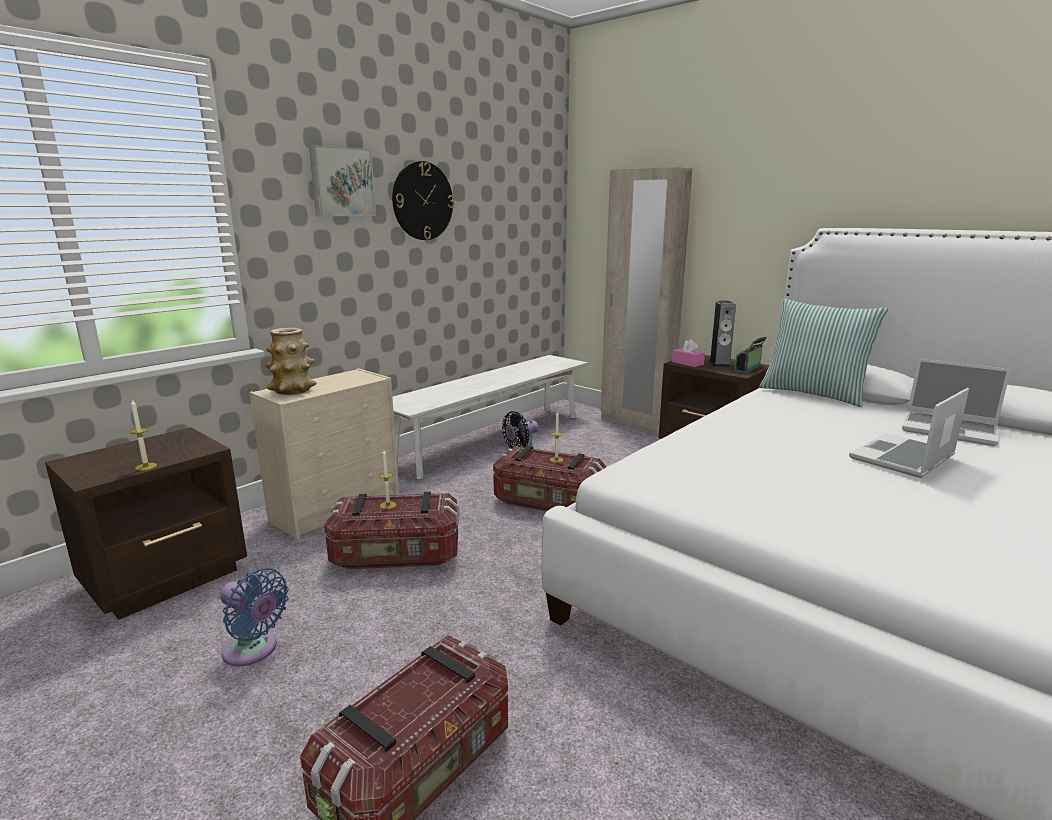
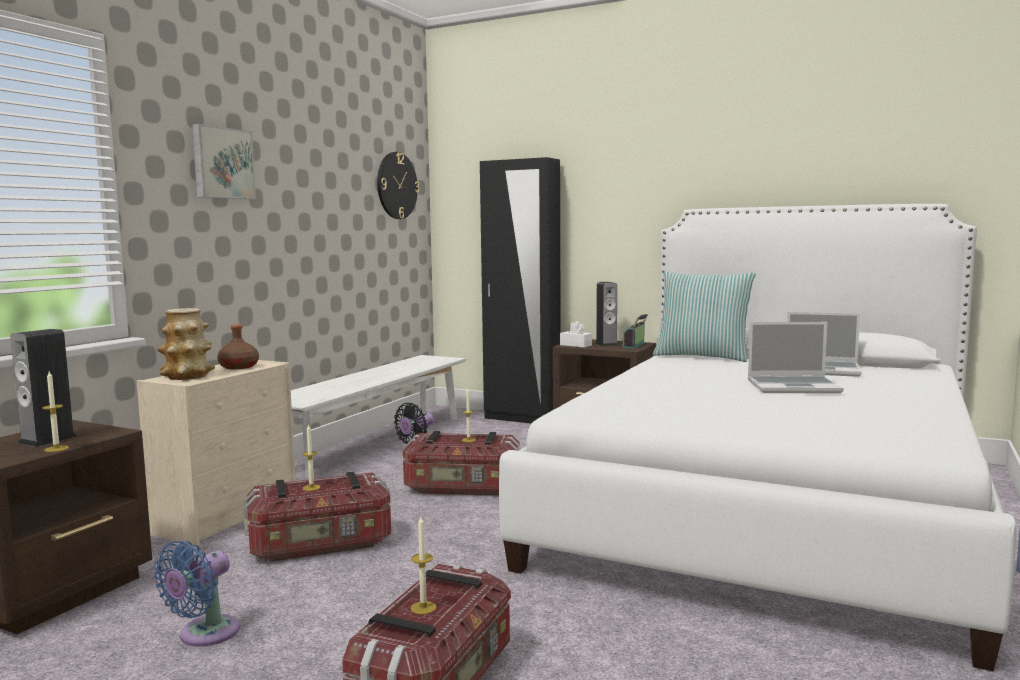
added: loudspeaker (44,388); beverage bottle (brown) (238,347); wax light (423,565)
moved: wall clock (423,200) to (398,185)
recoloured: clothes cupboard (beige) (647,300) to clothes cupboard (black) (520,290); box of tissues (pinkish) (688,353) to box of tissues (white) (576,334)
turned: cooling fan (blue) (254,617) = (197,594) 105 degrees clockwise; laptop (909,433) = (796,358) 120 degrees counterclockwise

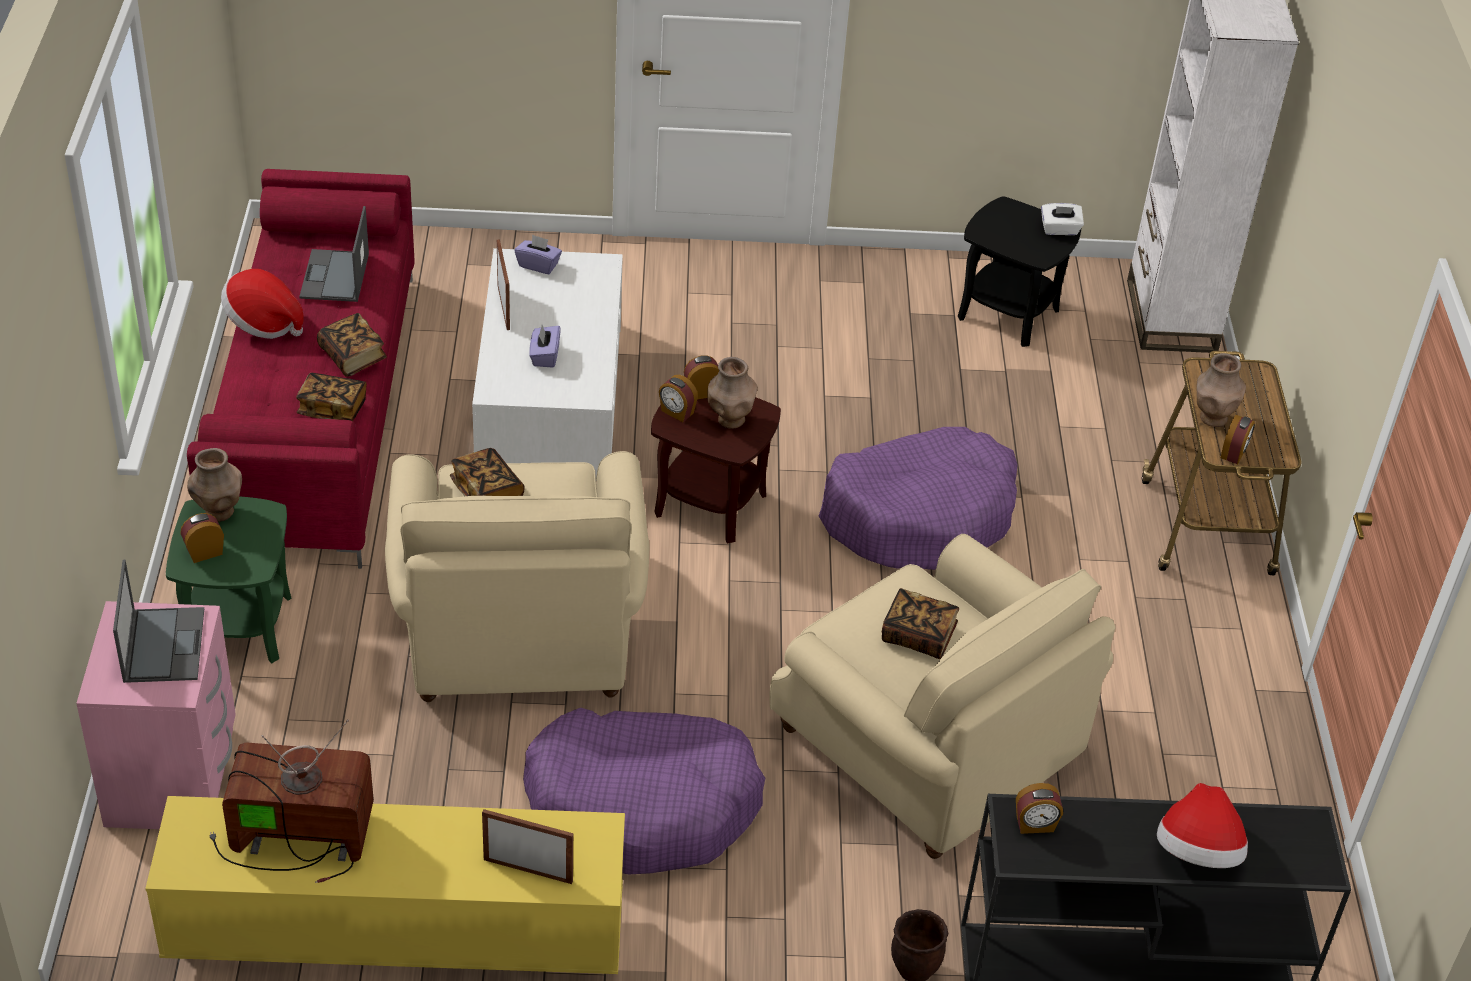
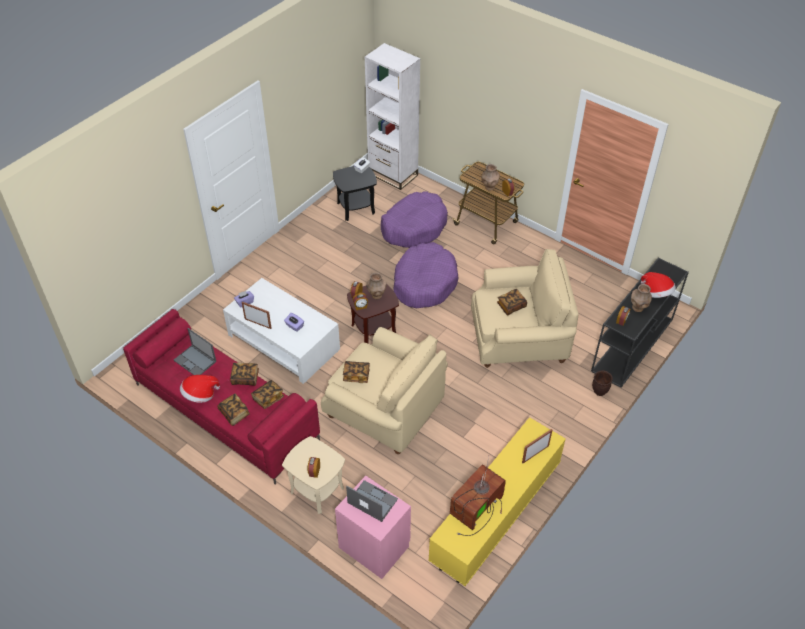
added: bound book (234,409)
moved: decorative vase (brown) (214,485) to (641,298); dog bed (purplish) (644,791) to (414,219)
recoloured: end table (green) (229,579) to end table (beige) (313,475)

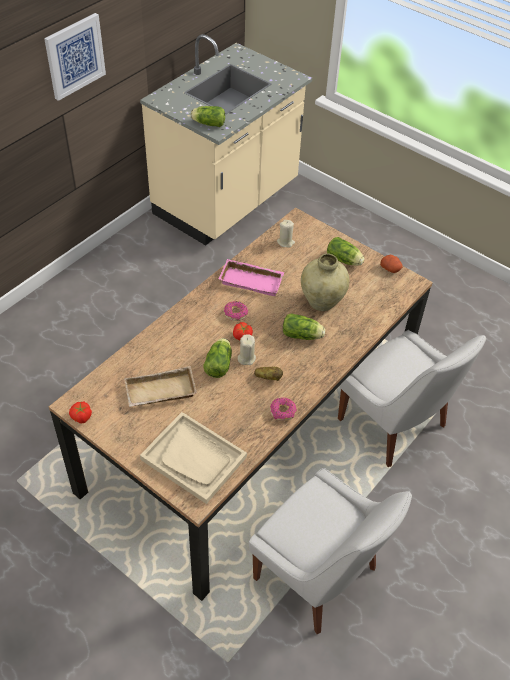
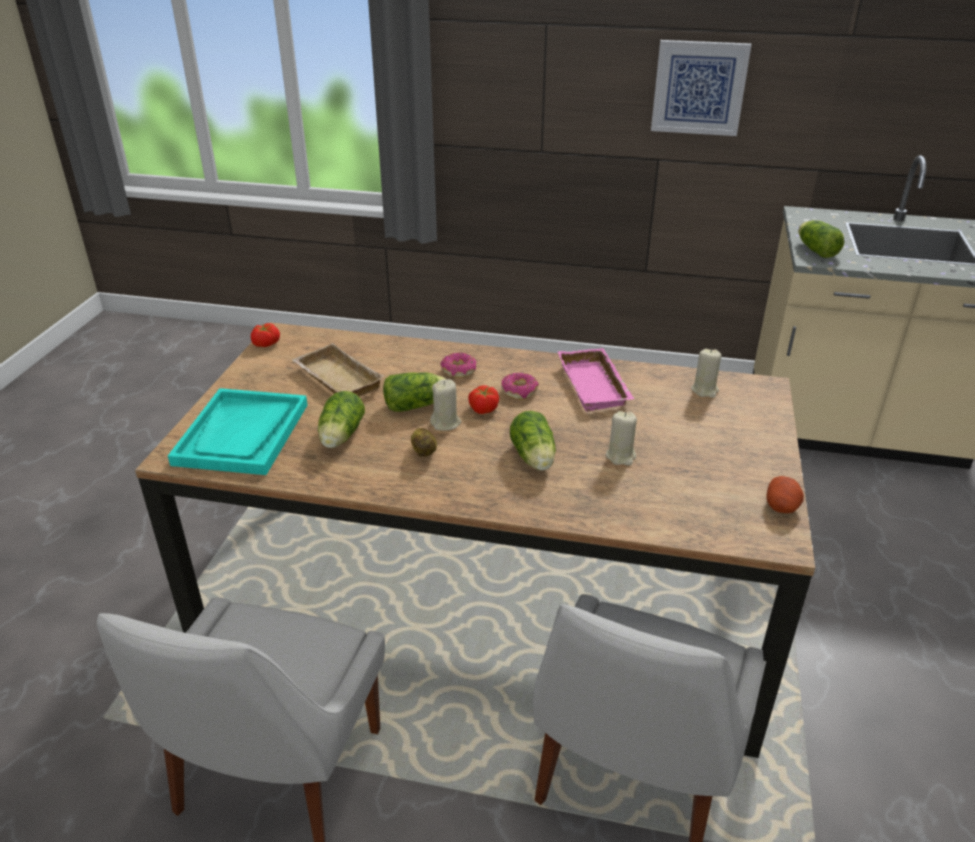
moved: ring doughnut (283,409) to (458,365); lettuce (345,251) to (341,419)
replaced: decorative vase (beige) (325,282) to wax light (beige) (621,438)
recoloured: serving tray (beige) (193,458) to serving tray (blue-green) (238,431)

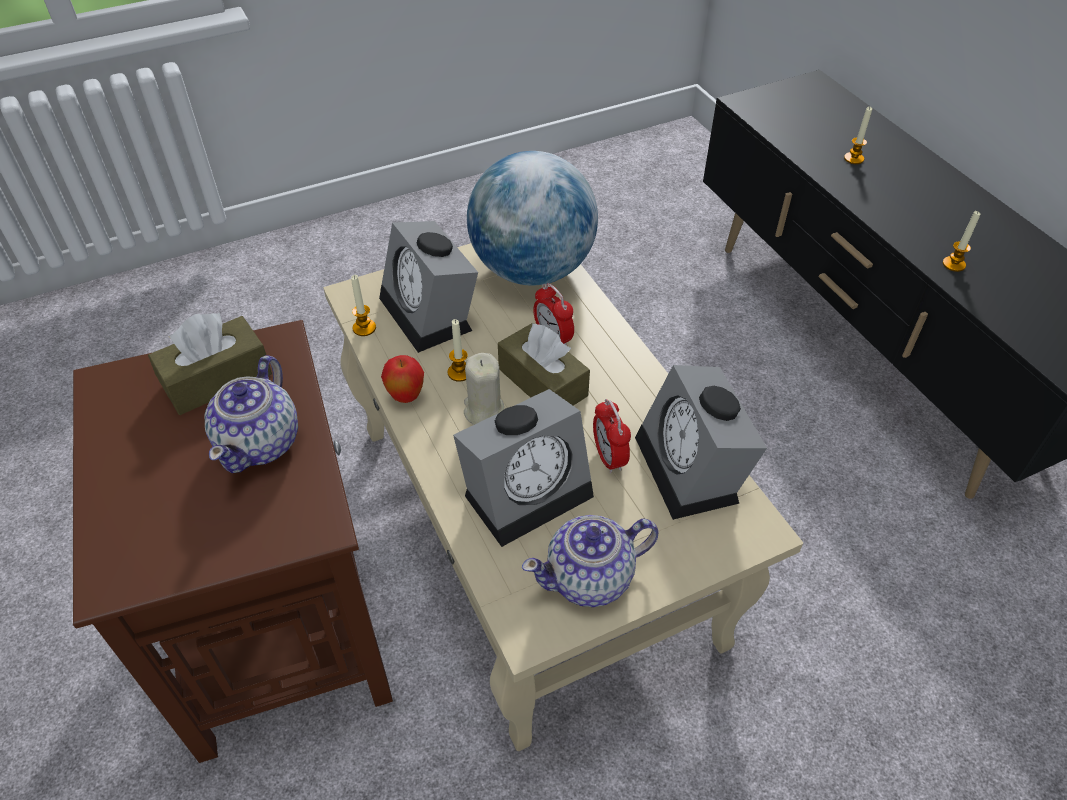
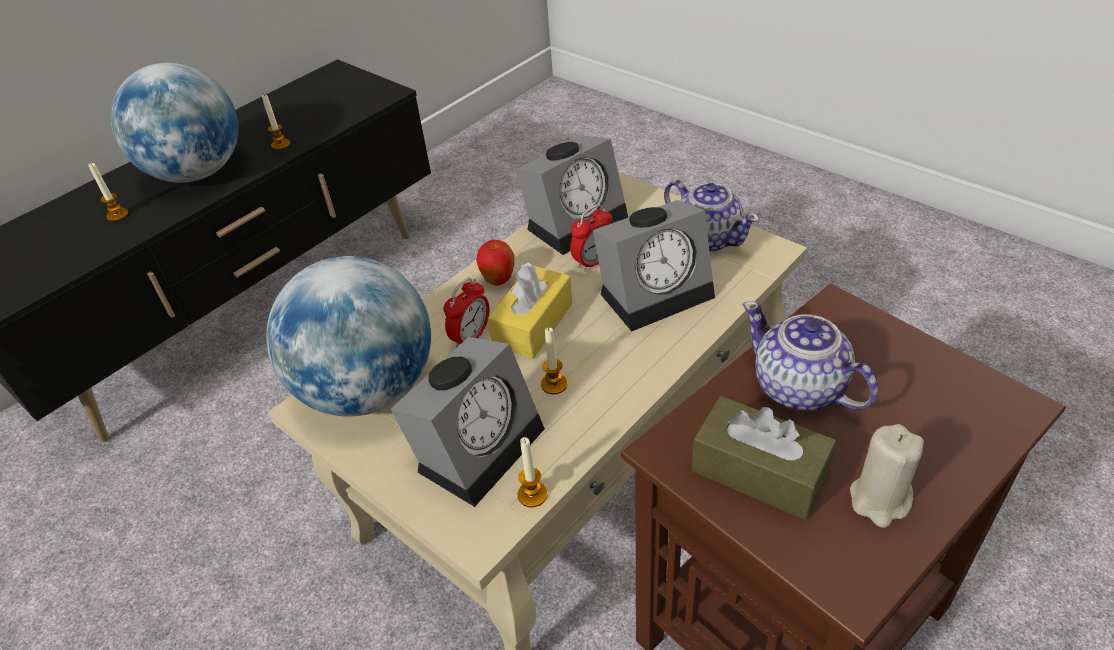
added: desk globe (174,122)
moved: whole apple (402,379) to (495,263); wax light (beige) (484,389) to (887,476)
recoloured: box of tissues (brown) (544,364) to box of tissues (yellowish) (530,310)
turned: pot for tea (251,414) = (810,355) 120 degrees counterclockwise; alarm clock (523,468) = (654,265) 120 degrees clockwise

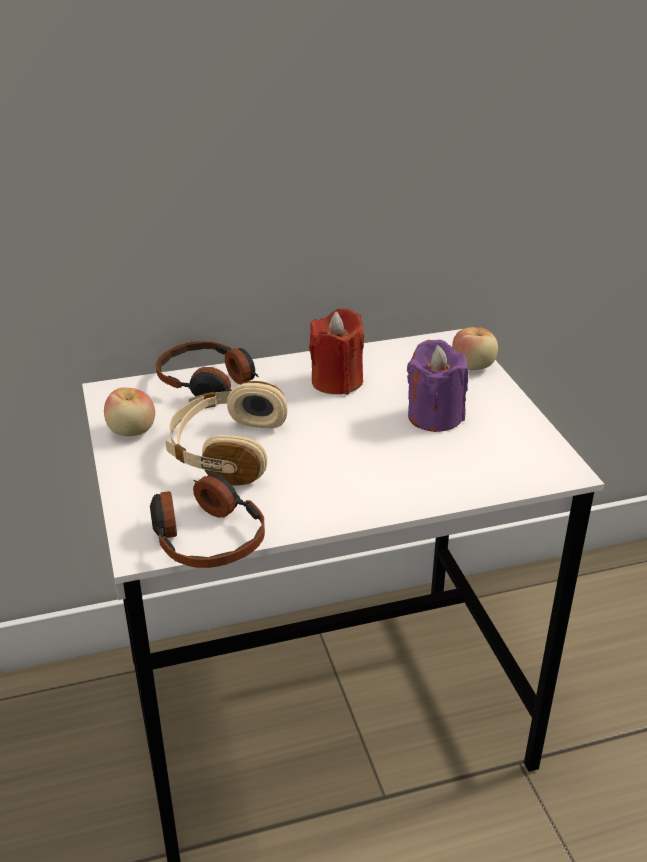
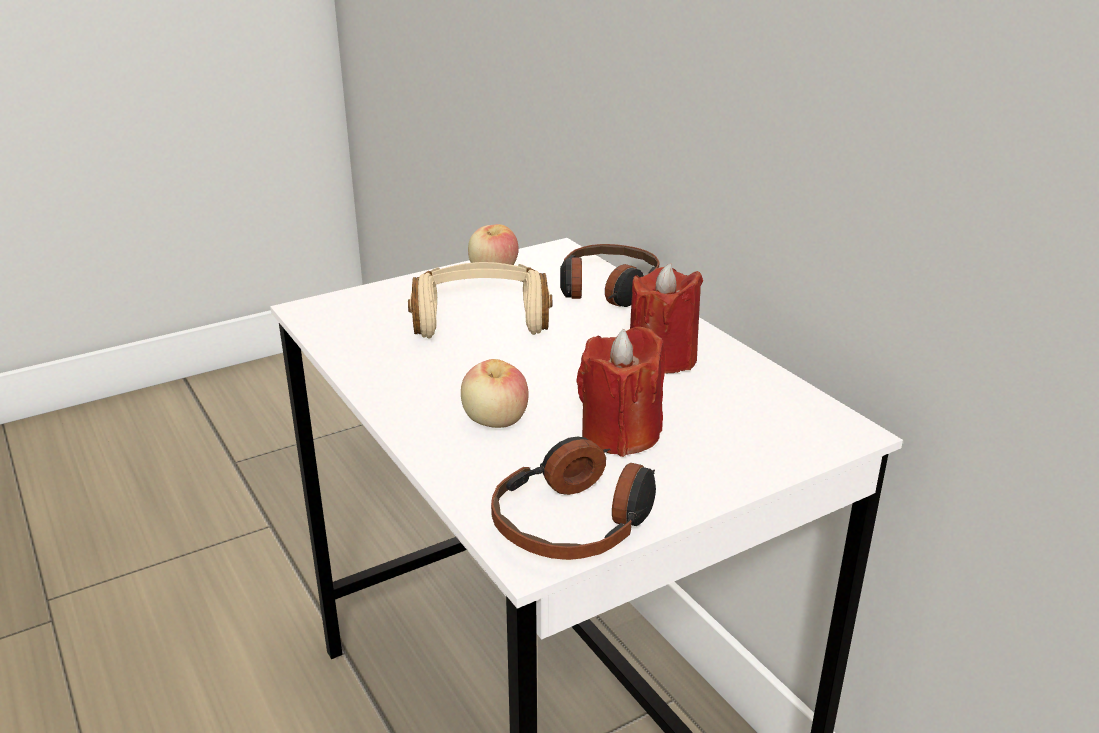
moved: headset (207,521) to (573,498); whole apple (475,348) to (495,393)
recoloured: wax light (purplish) (438,386) to wax light (red) (620,392)

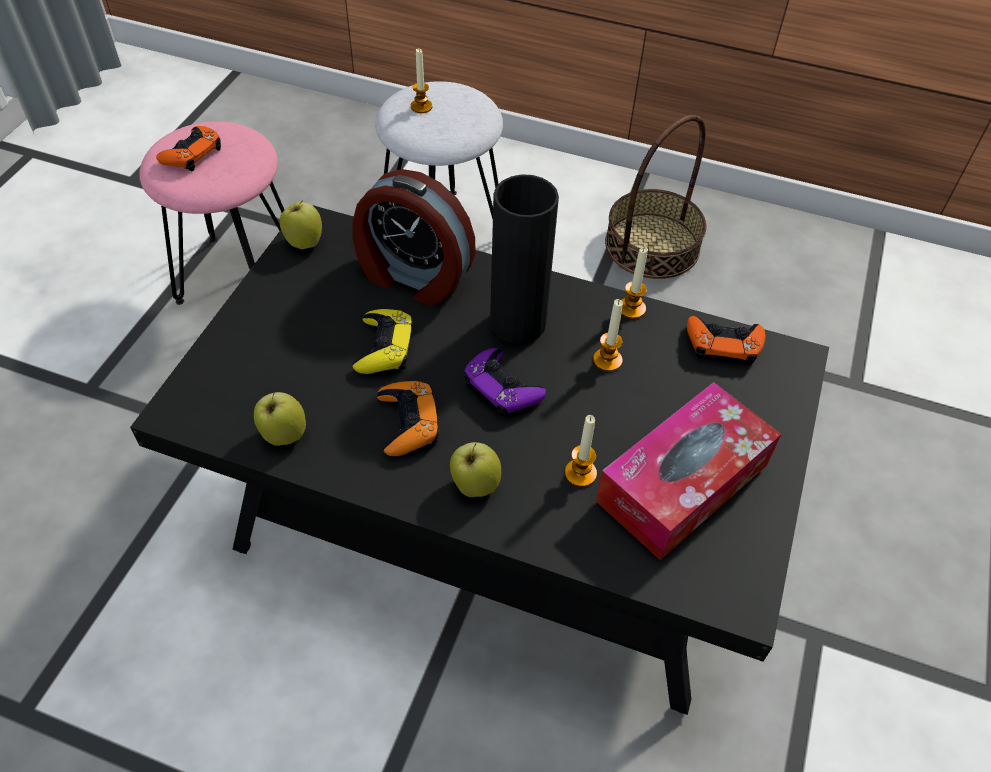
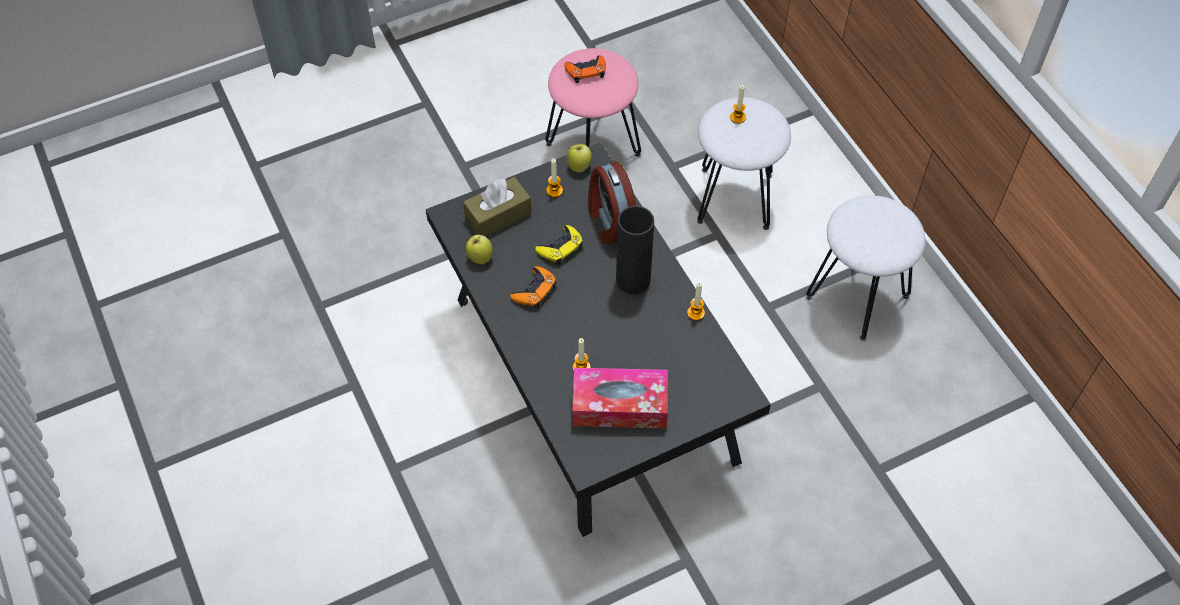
removed: whole apple (475,469); gamepad (purplish) (505,382); gamepad (orangey) (726,341)
added: box of tissues (brown) (497,206)
moved: wax light (608,335) to (554,177)
replaced: household basket (656,197) to stool (white) (865,268)

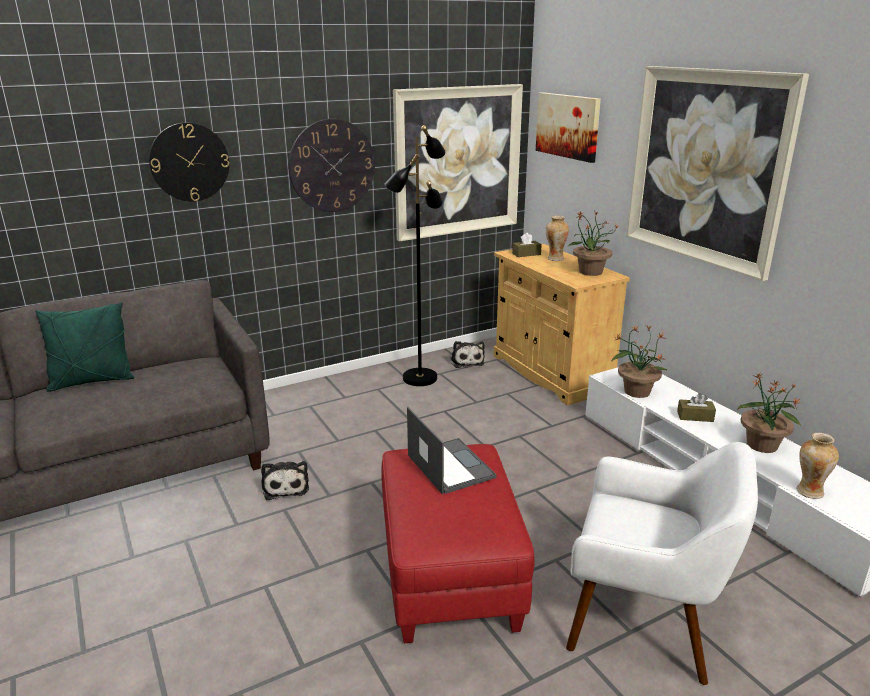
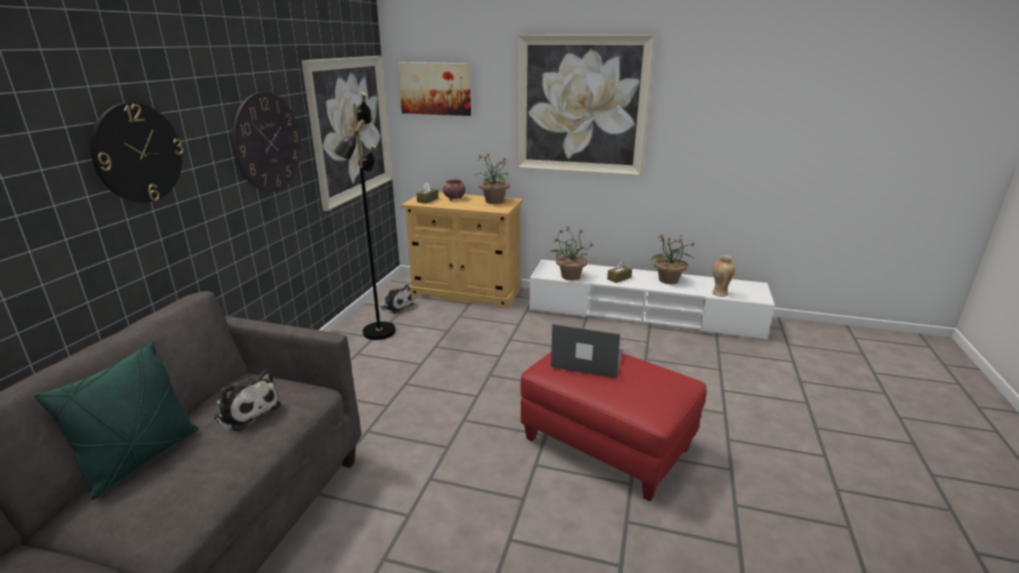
removed: easy chair (white) (662,563)
moved: plush toy (285,480) to (247,400)
replaced: decorative vase (557,238) to deep dish (454,190)

